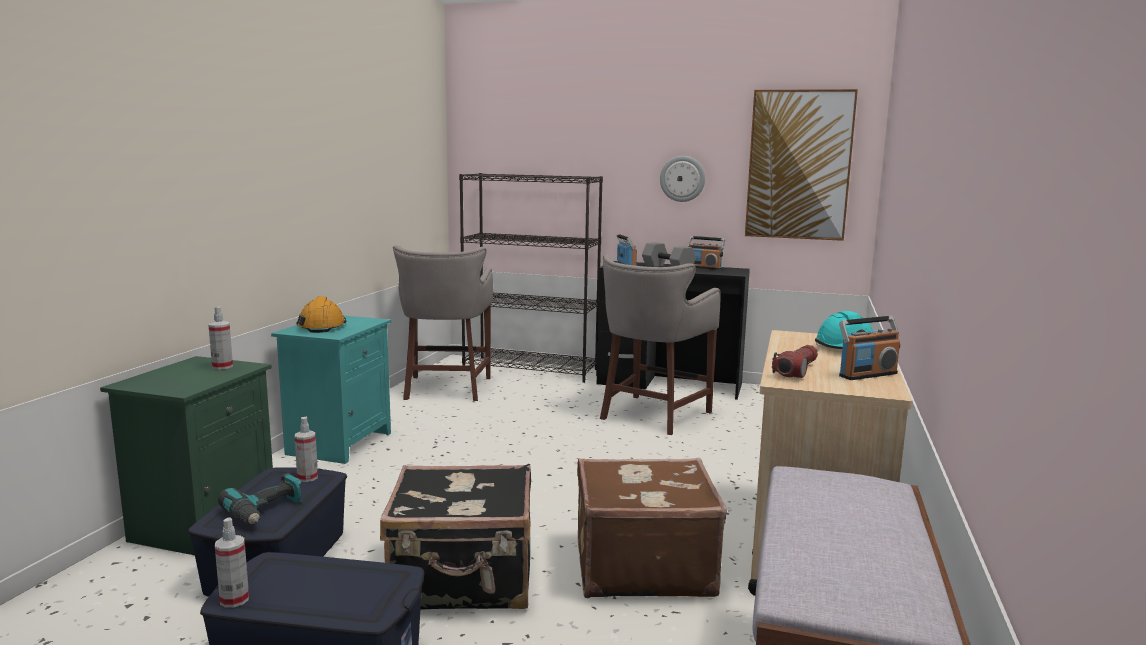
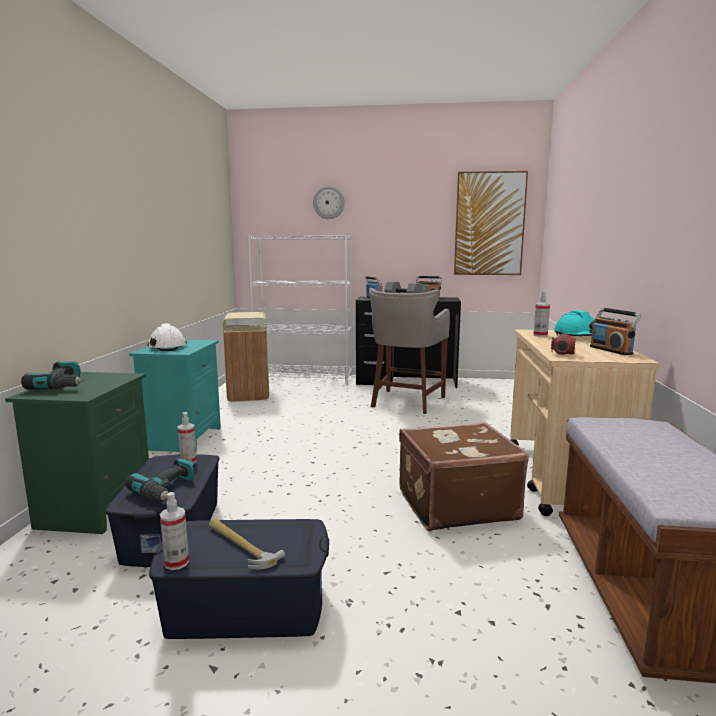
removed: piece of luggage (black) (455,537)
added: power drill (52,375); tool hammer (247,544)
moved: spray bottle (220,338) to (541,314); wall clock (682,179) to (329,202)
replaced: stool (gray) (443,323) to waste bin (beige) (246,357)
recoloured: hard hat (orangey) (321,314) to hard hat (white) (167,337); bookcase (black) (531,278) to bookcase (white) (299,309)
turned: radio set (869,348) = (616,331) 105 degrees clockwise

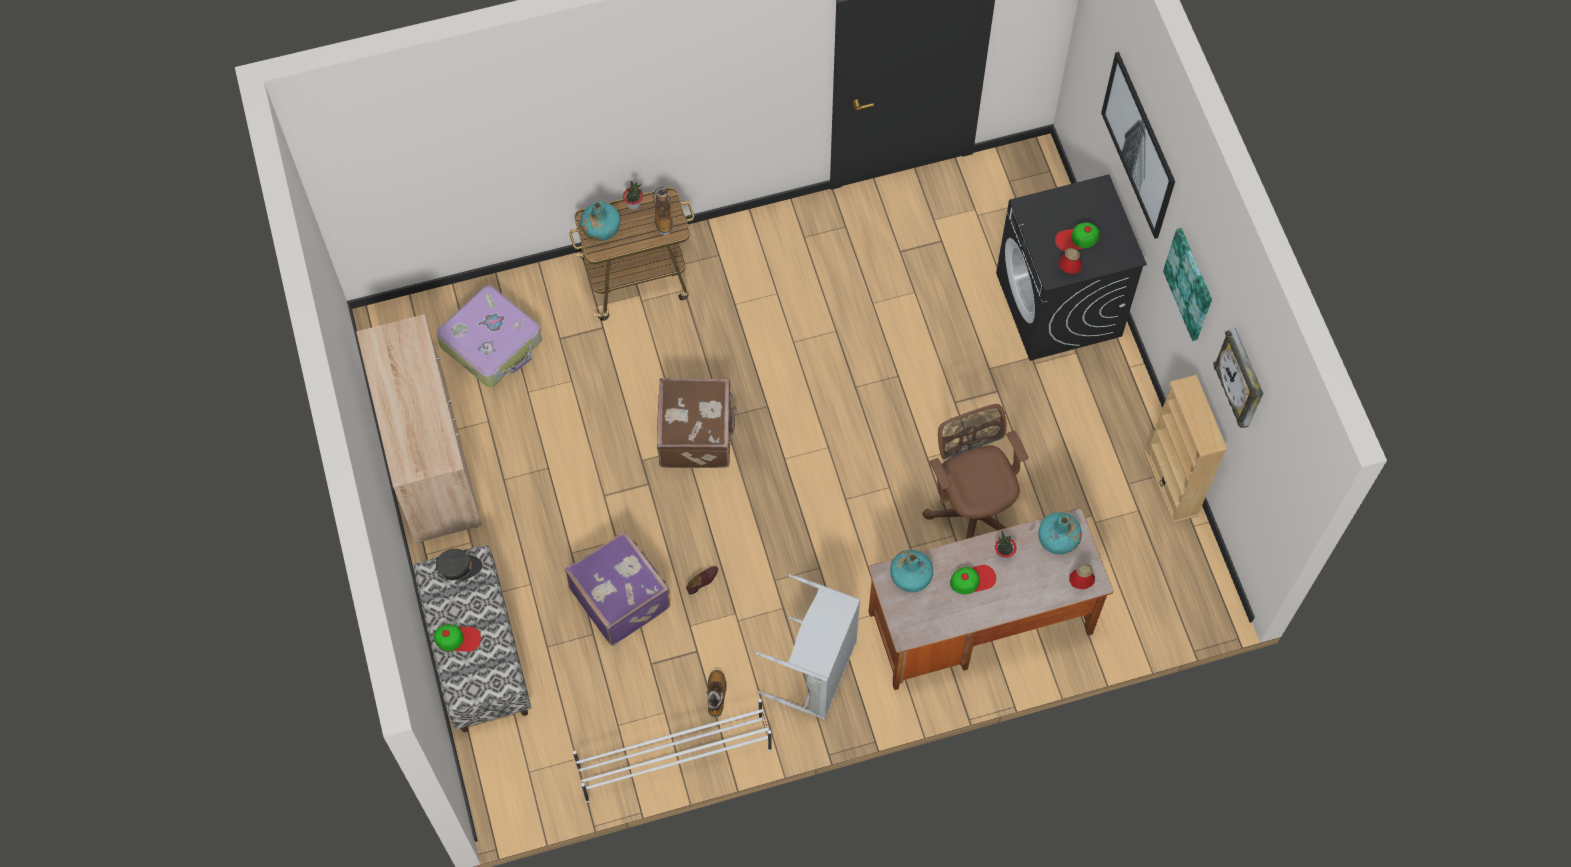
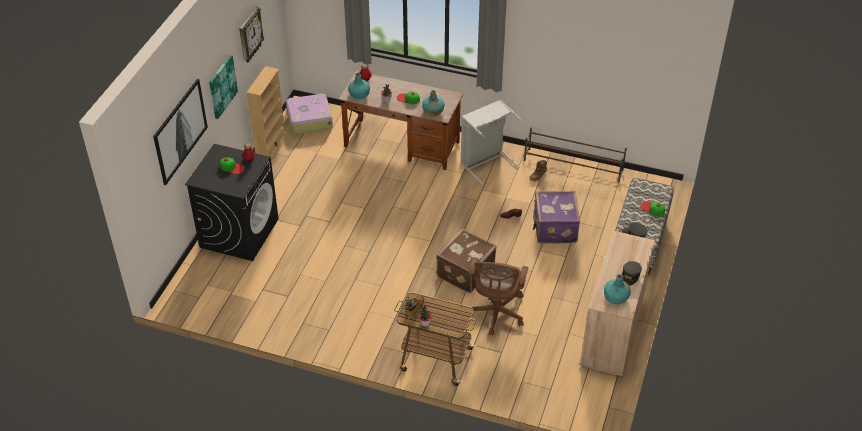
added: peaked cap (gray) (631,273)
moved: piece of luggage (489,336) to (309,113); beverage bottle (blue-green) (600,221) to (617,289); computer chair (brown) (976,471) to (498,296)
recoloured: shoe shelf (white) (672,751) to shoe shelf (brown) (575,154)

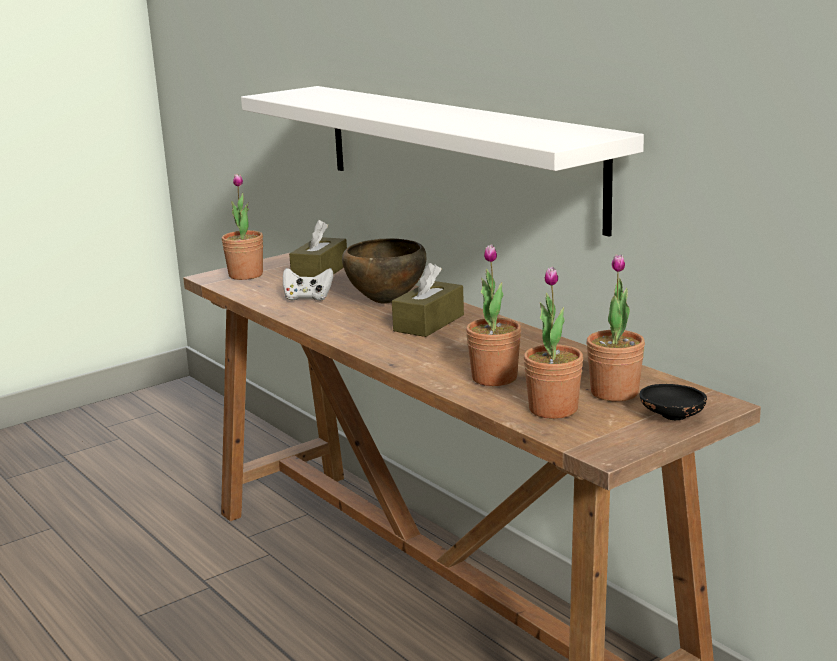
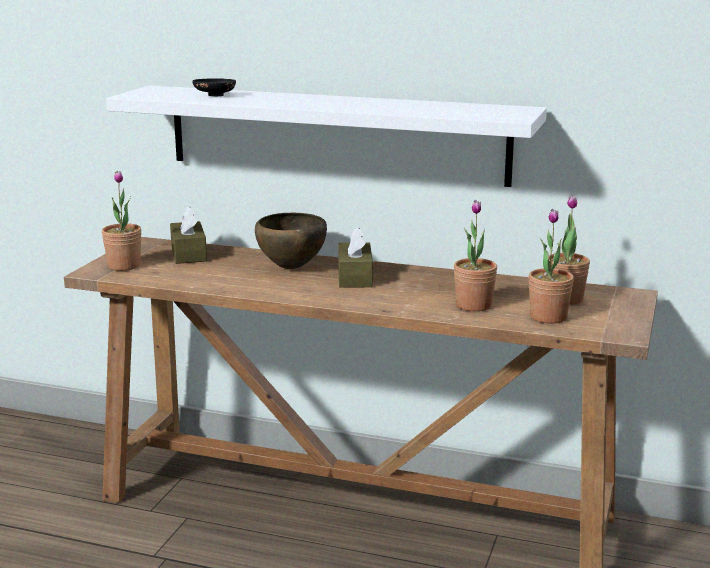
removed: gamepad (white) (308,284)
moved: deep dish (black) (673,402) to (214,87)

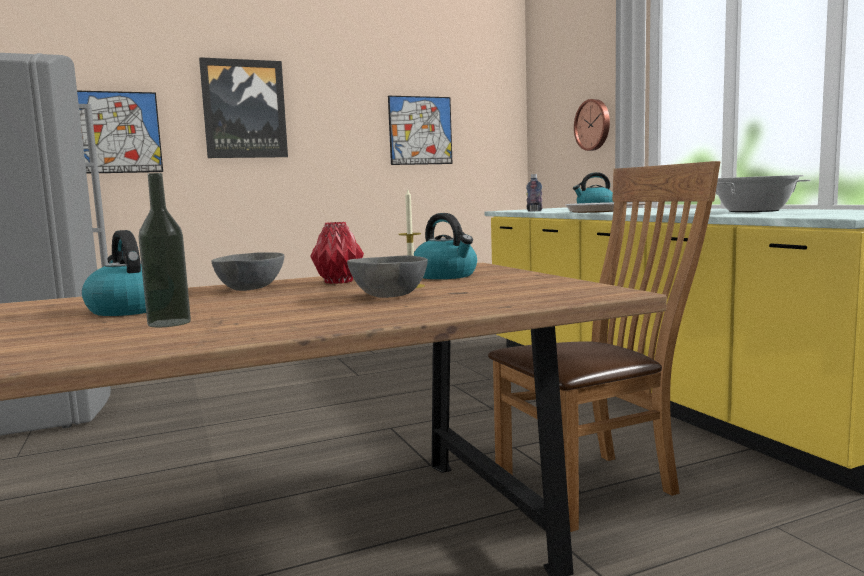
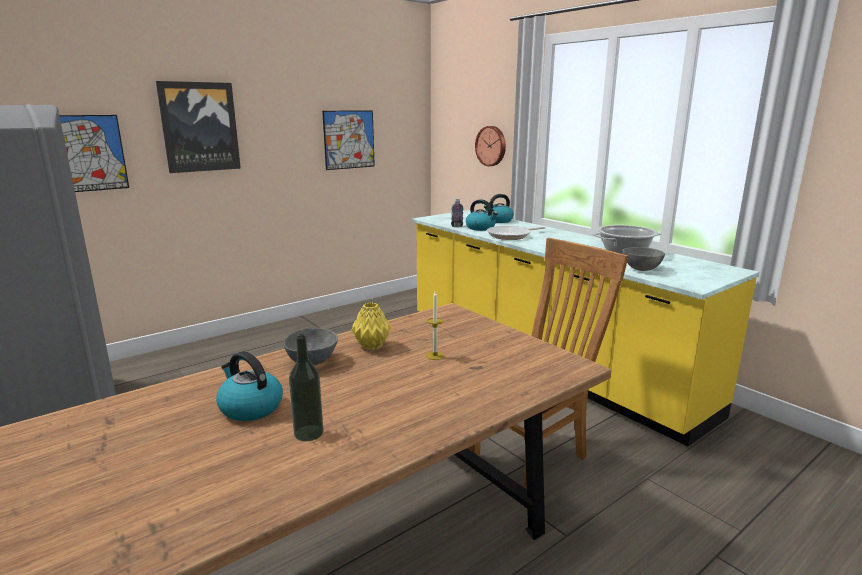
moved: deep dish (gray) (387,276) to (643,259); water kettle (445,246) to (482,215)
recoloured: decorative vase (red) (337,253) to decorative vase (yellowish) (371,326)

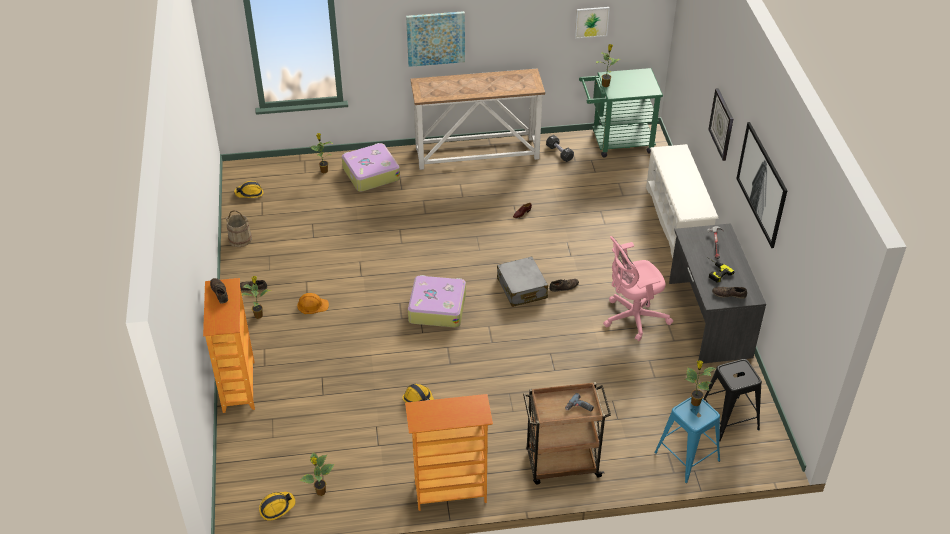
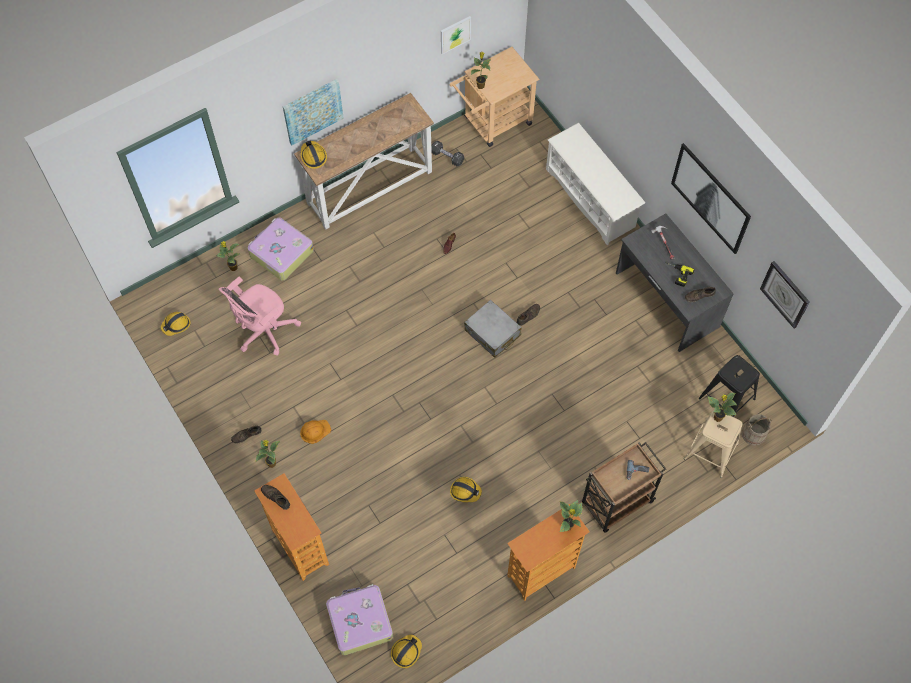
added: hard hat (314,155)
moved: water bucket (beige) (238,228) to (757,430); houseplant (317,474) to (571,516); piece of luggage (437,301) to (359,619); computer chair (pinkish) (638,288) to (260,316); wall clock (720,124) to (785,295)
recoloured: trolley (green) (621,113) to trolley (beige) (494,97); stool (blue) (687,440) to stool (beige) (713,444)

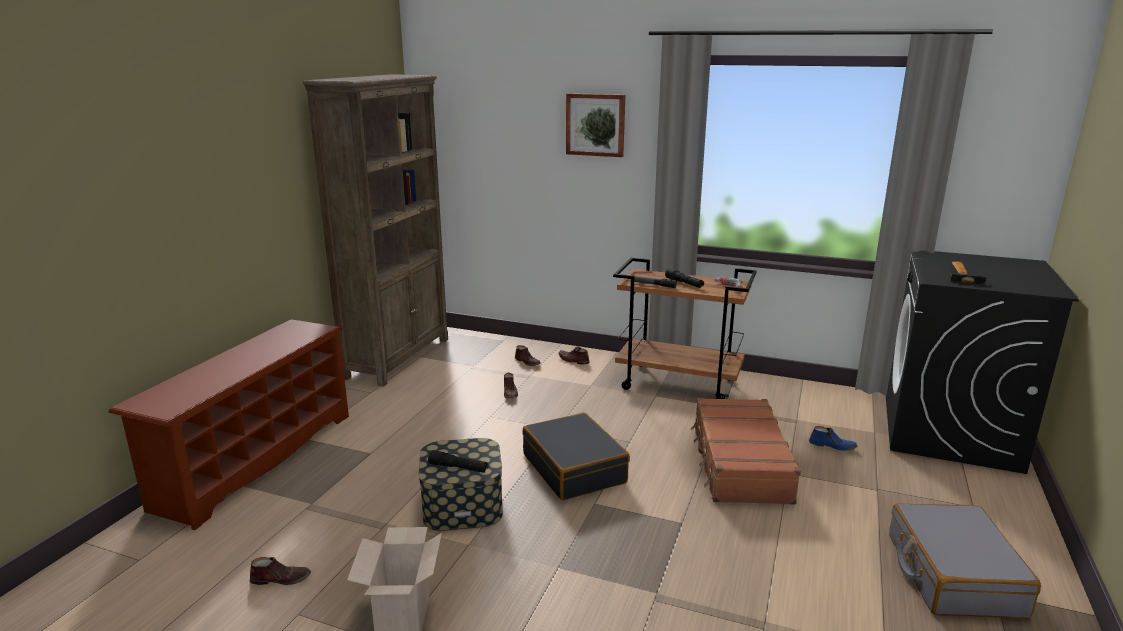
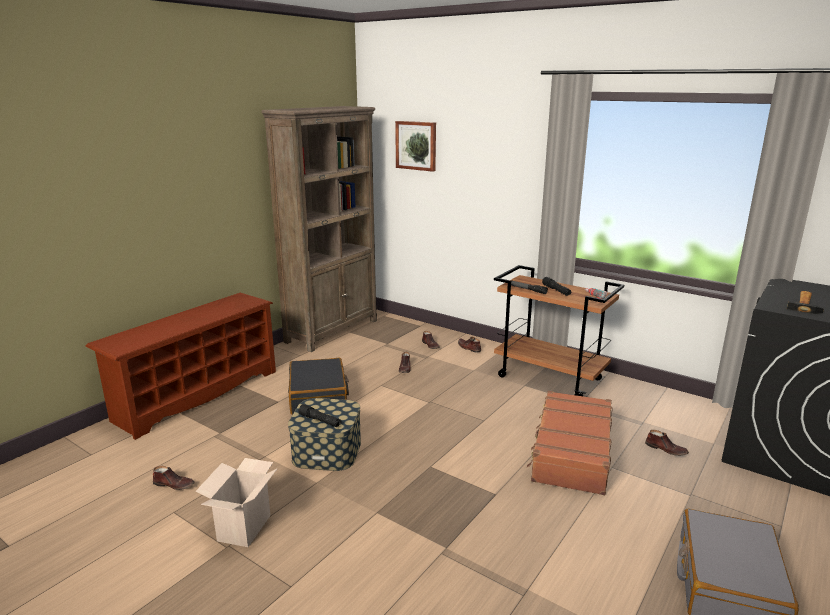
moved: piece of luggage (black) (576,456) to (318,386); wall art (595,125) to (415,146)
recoloured: low shoe (blue) (833,438) to low shoe (brown) (667,443)

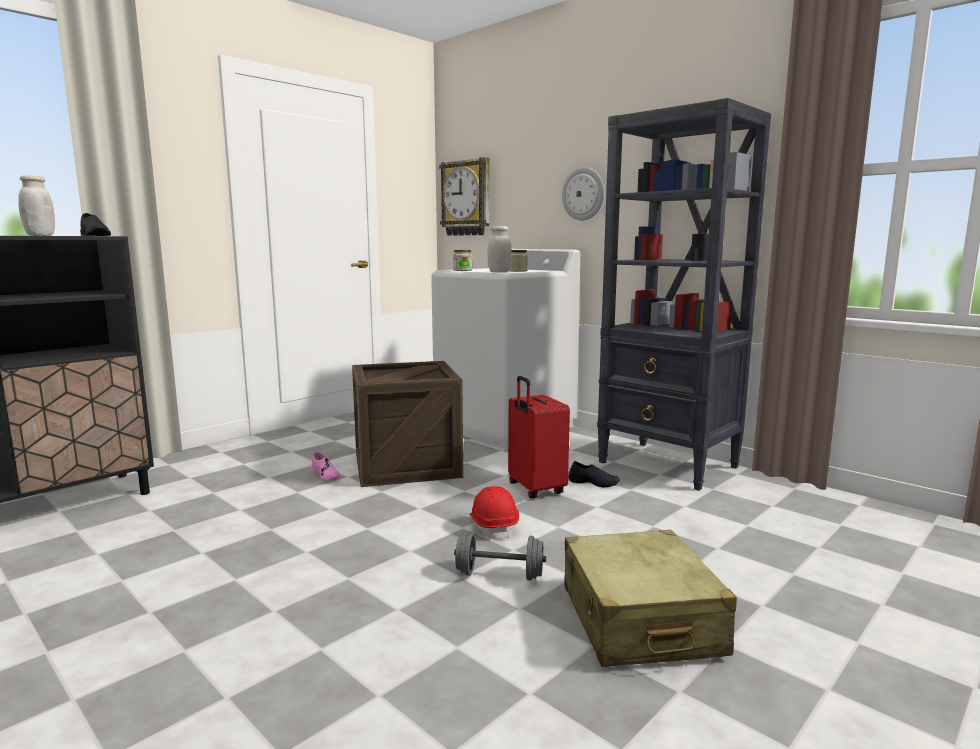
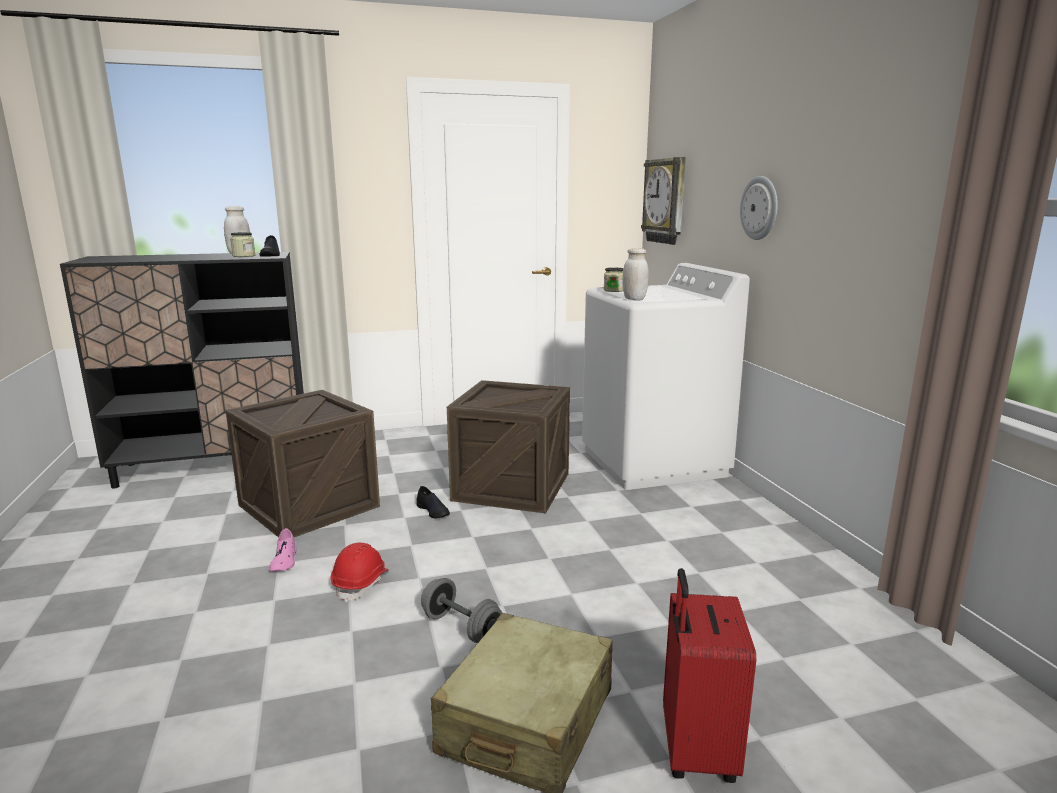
removed: bookcase (black) (684,294)
added: crate (303,464)
moved: low shoe (pinkish) (326,466) to (282,550); hard hat (red) (494,513) to (360,573); piece of luggage (red) (539,437) to (709,675); storage jar (518,261) to (242,244); low shoe (black) (594,474) to (433,502)

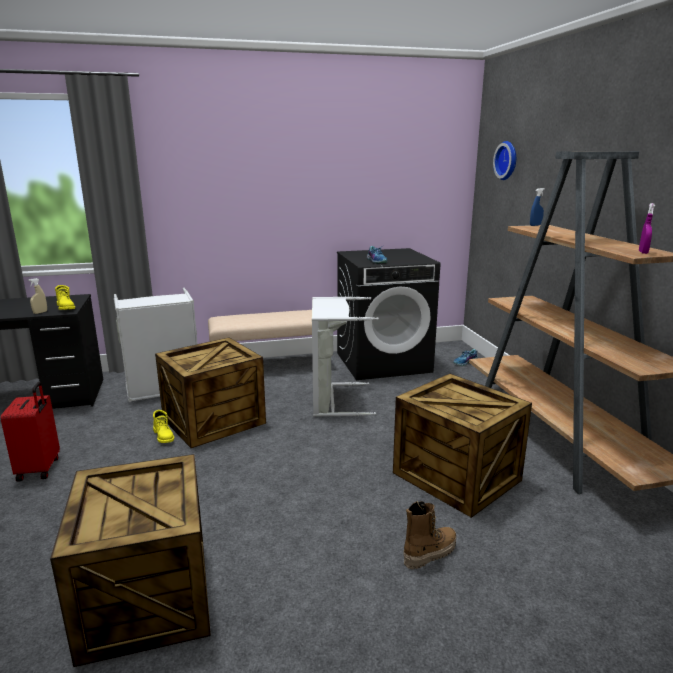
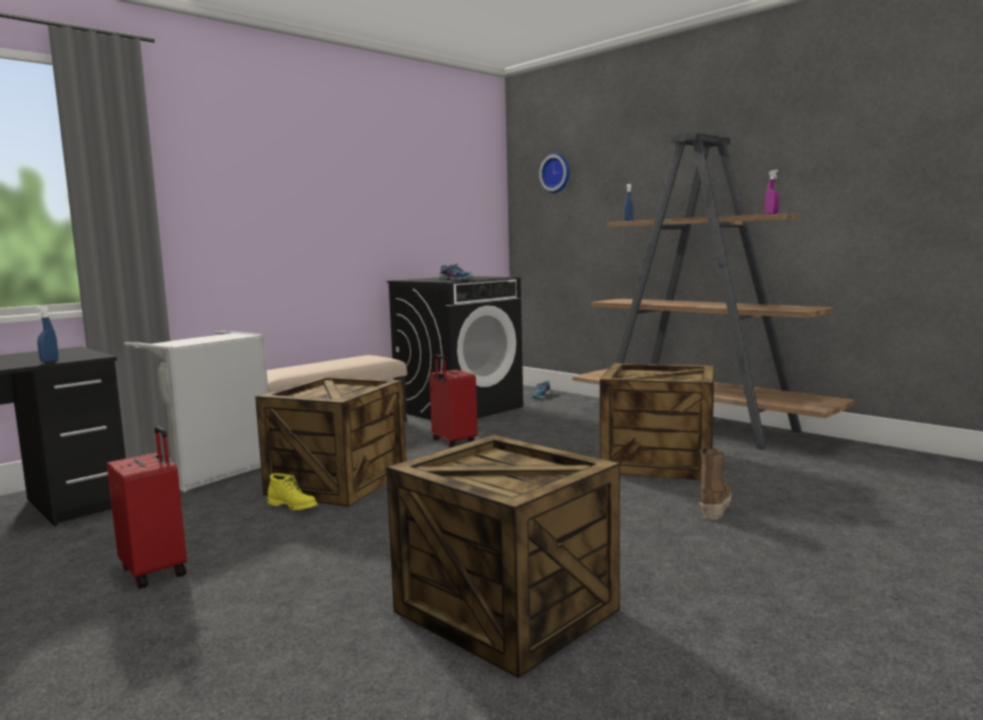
removed: high-top boot (yellowish) (65,297)
replaced: hamper (gray) (345,356) to piece of luggage (red) (453,400)
recoloured: spray bottle (beige) (37,296) to spray bottle (blue) (47,334)

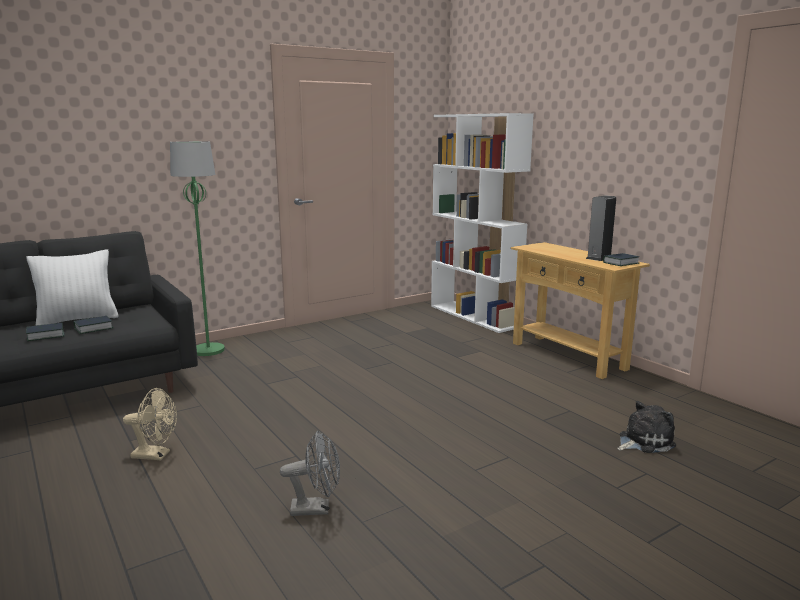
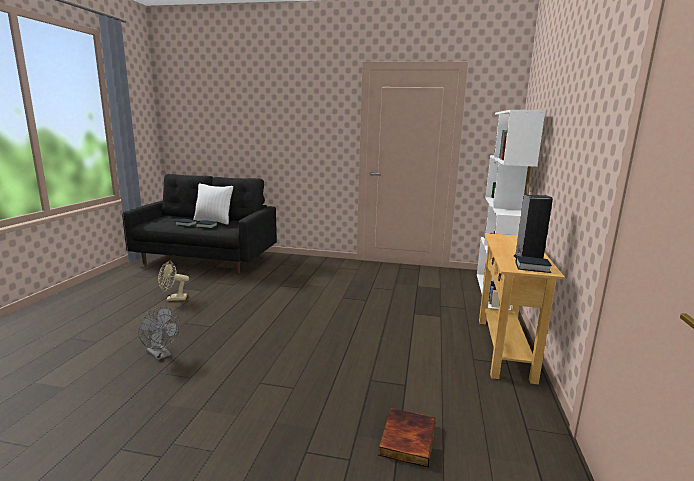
removed: standing lamp (green) (197,248)
replaced: plush toy (646,427) to bound book (407,438)
turned: cooling fan (beige) (150,424) = (173,280) 120 degrees clockwise

